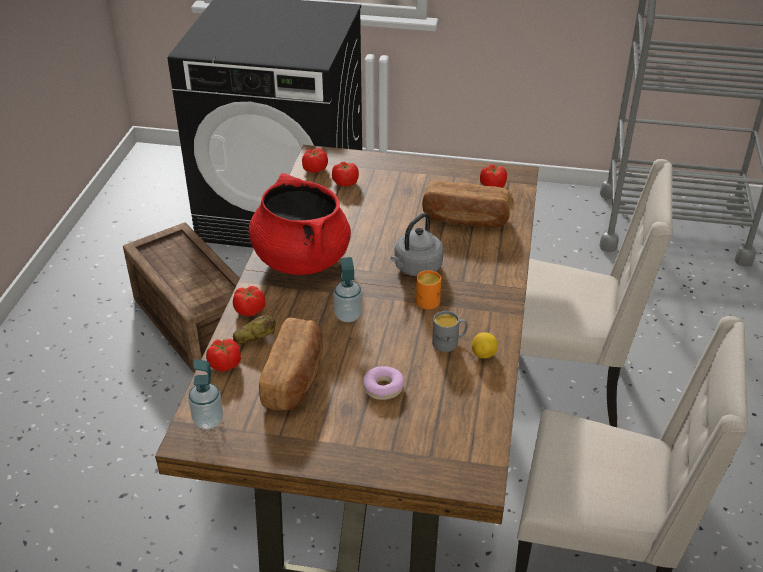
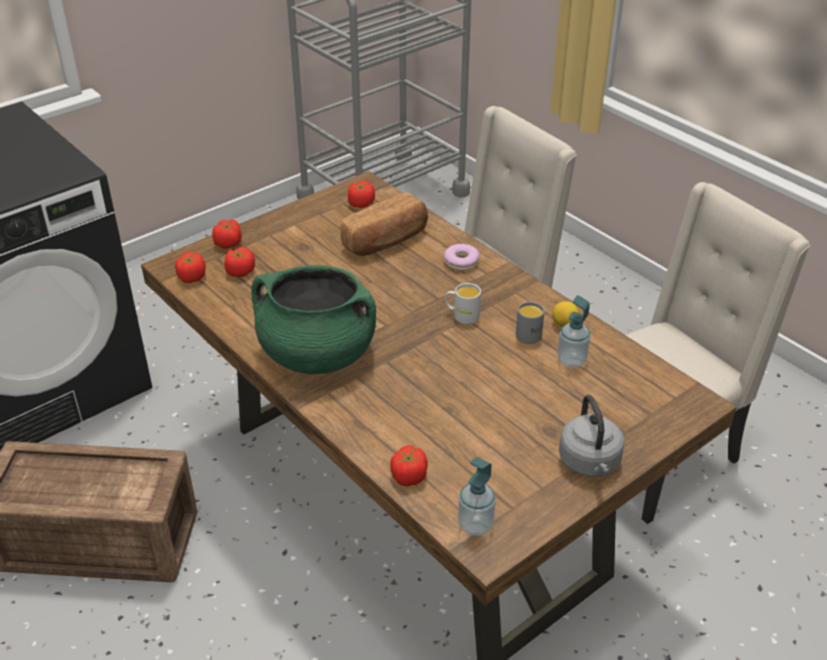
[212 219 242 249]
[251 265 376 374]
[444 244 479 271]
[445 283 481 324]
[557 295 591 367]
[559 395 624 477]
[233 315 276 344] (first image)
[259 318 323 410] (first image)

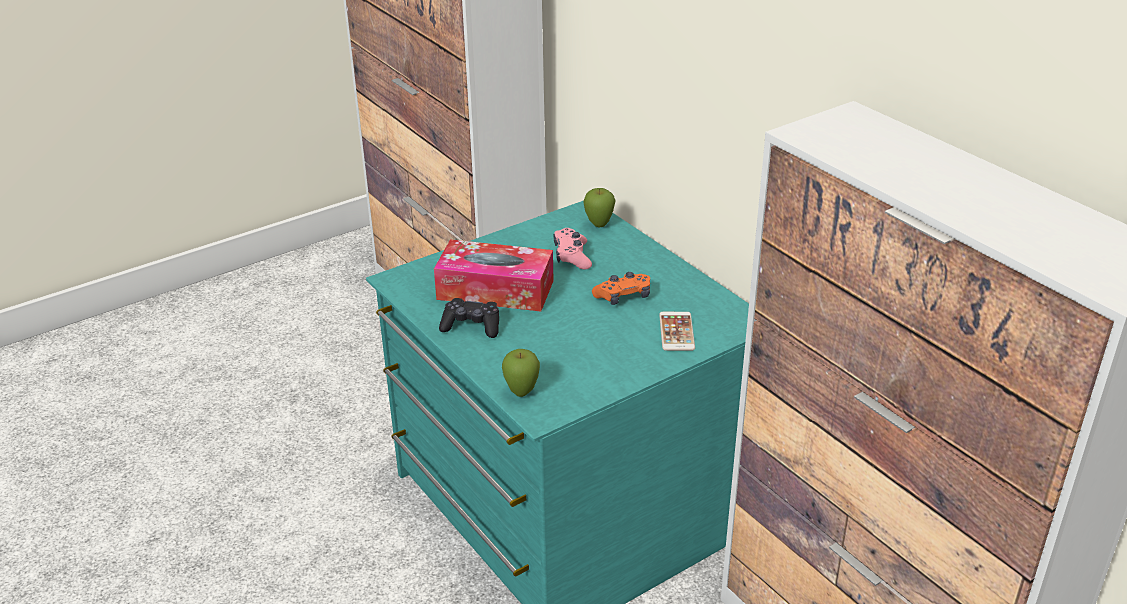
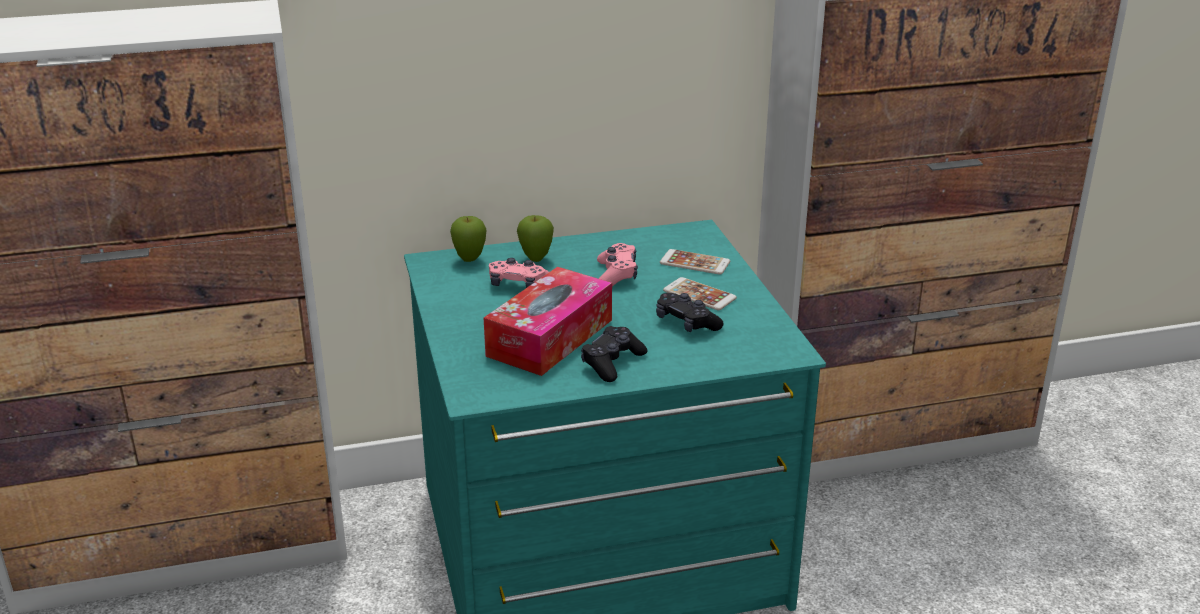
[517 215 554 262]
[597 243 638 286]
[656 293 724 332]
[663 277 737 310]

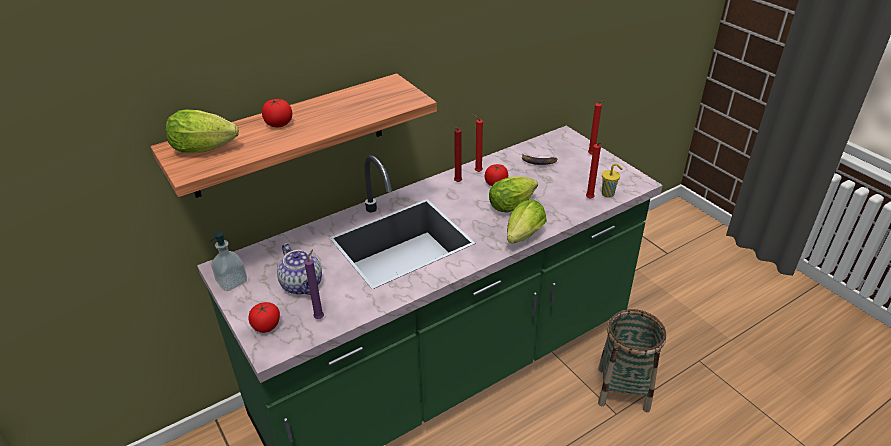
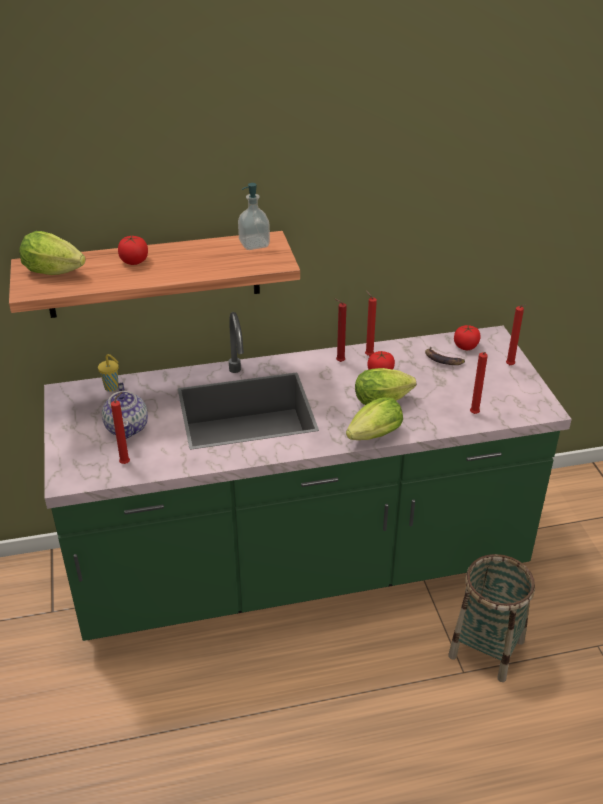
[98 354 119 392]
[111 392 130 464]
[238 183 270 250]
[454 325 481 350]

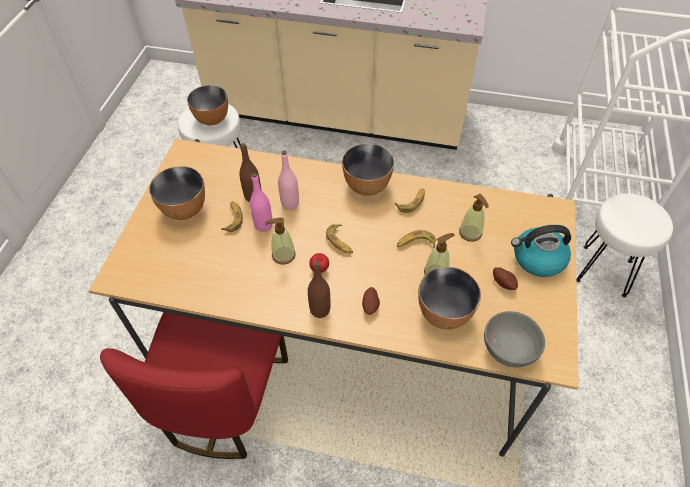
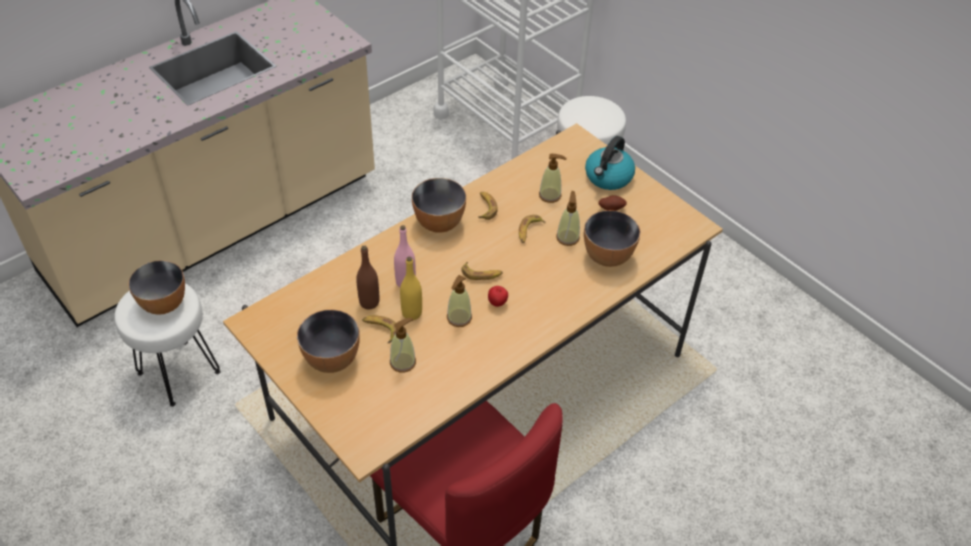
[390 318 416 373]
[400 257 422 320]
[308 261 331 318] (first image)
[362 287 380 315] (first image)
[484 311 545 367] (first image)

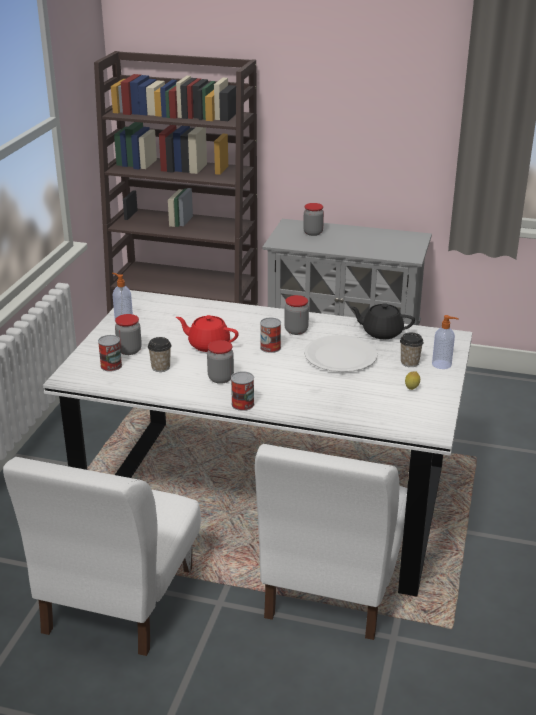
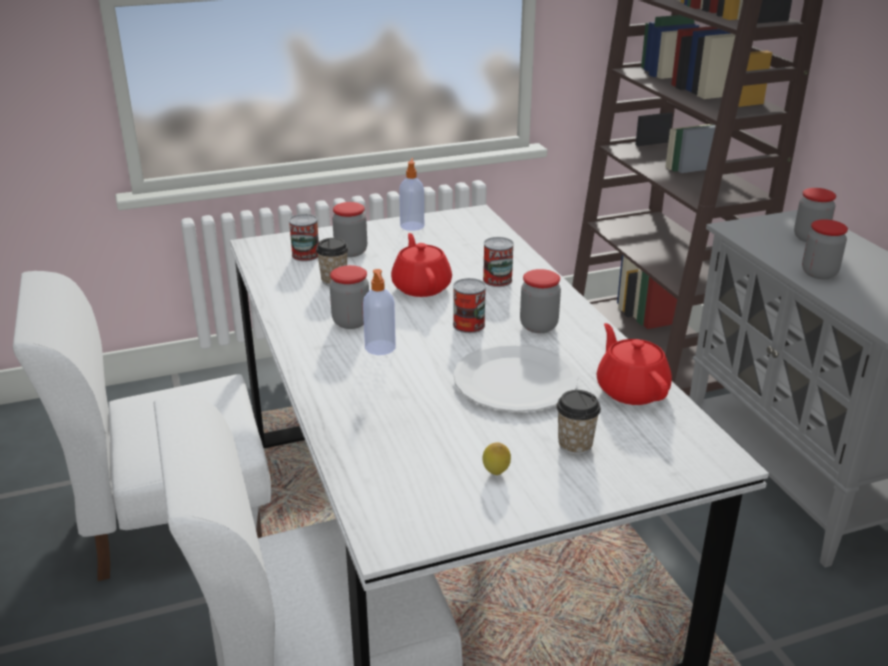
[363 269 396 355]
[483 237 514 287]
[596 323 672 405]
[802 219 848 279]

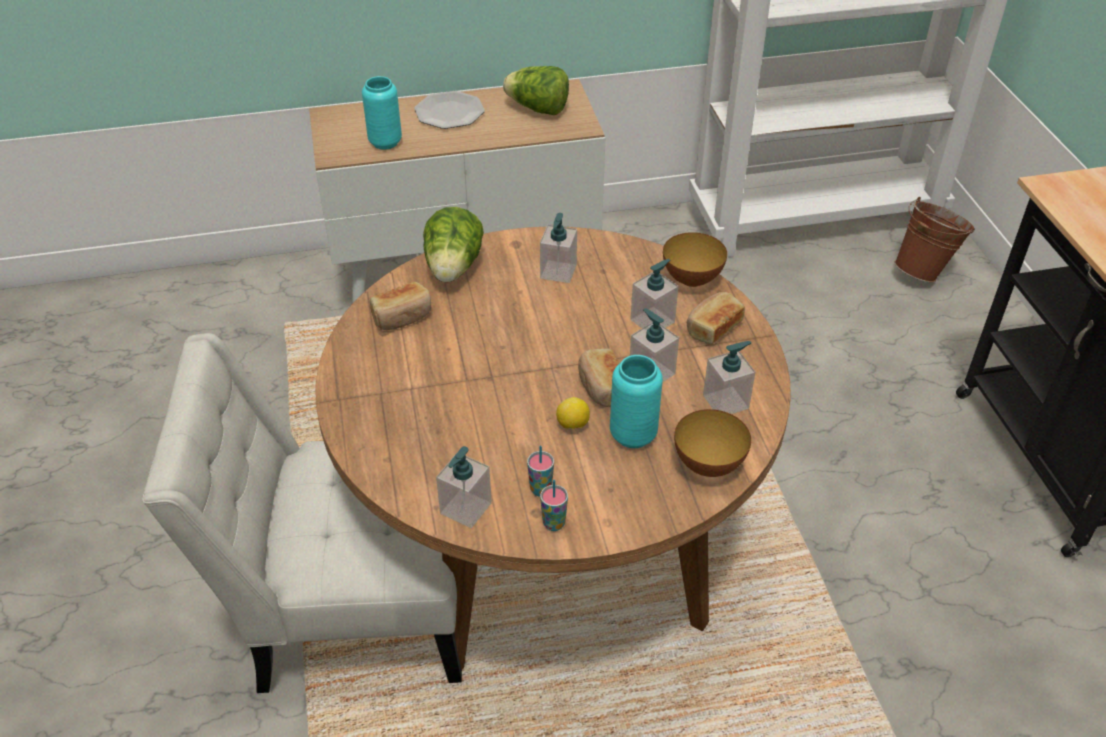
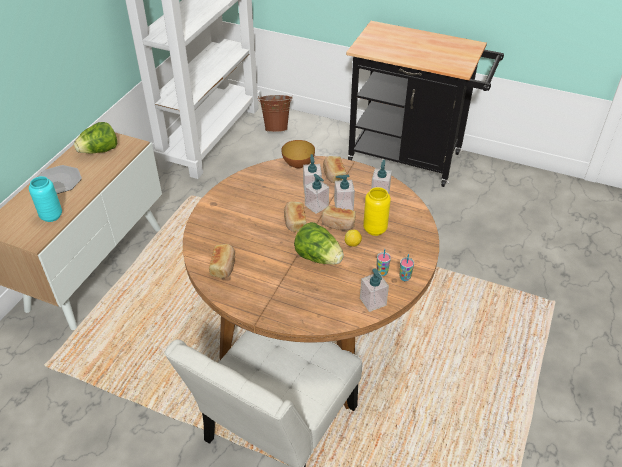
[284 202 307 232]
[294 222 344 265]
[305 174 329 214]
[363 187 391 236]
[674 409 751 477] (first image)

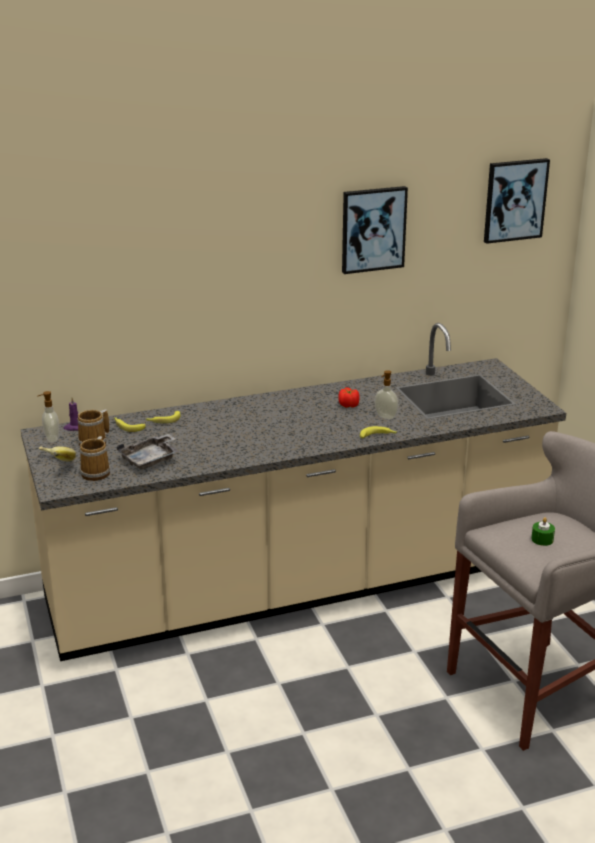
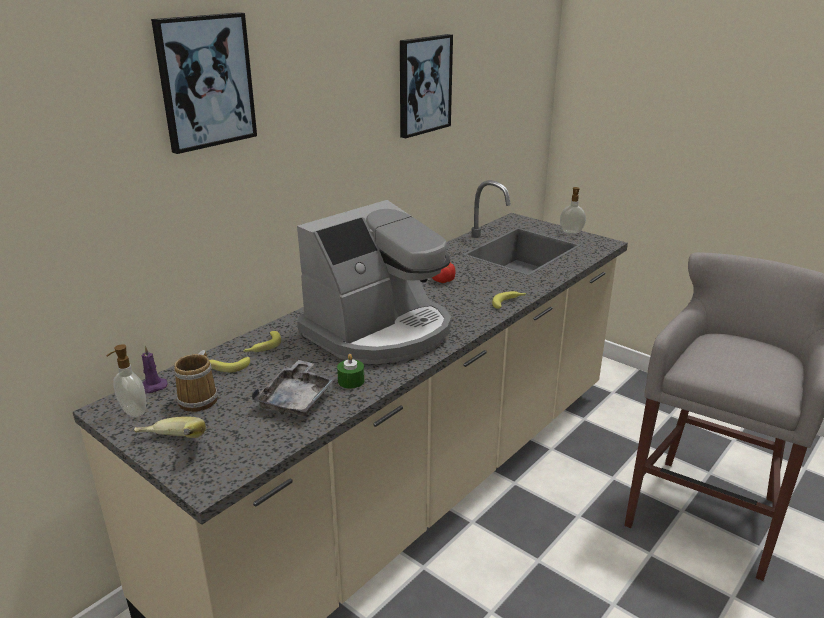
[151 12 257 154]
[297 200 451 364]
[337 354 364 389]
[560 187 586 233]
[80 436 110 481] (first image)

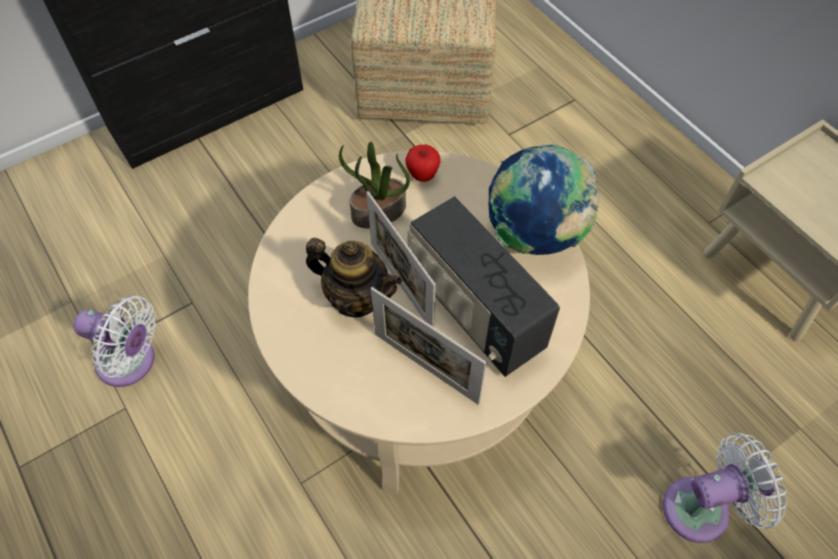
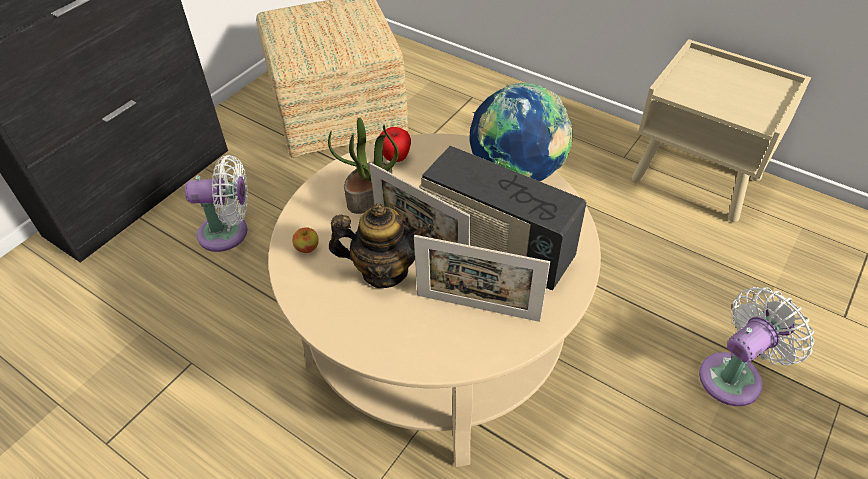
[185 155 248 252]
[292 227 319 253]

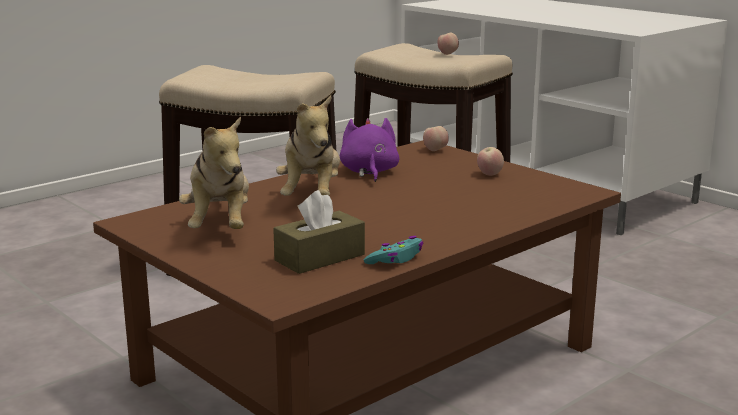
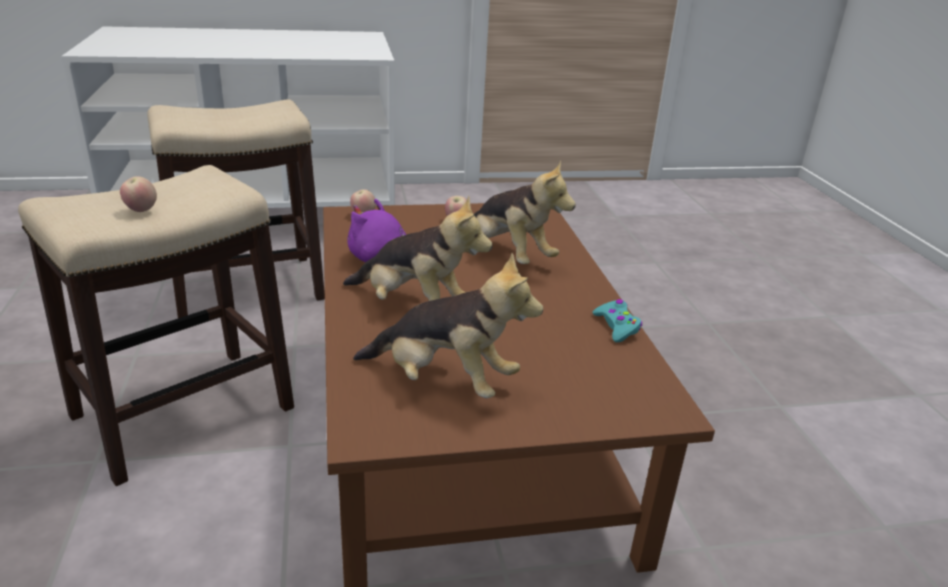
[120 176 157 212]
[474 160 576 264]
[273 190 365 274] (first image)

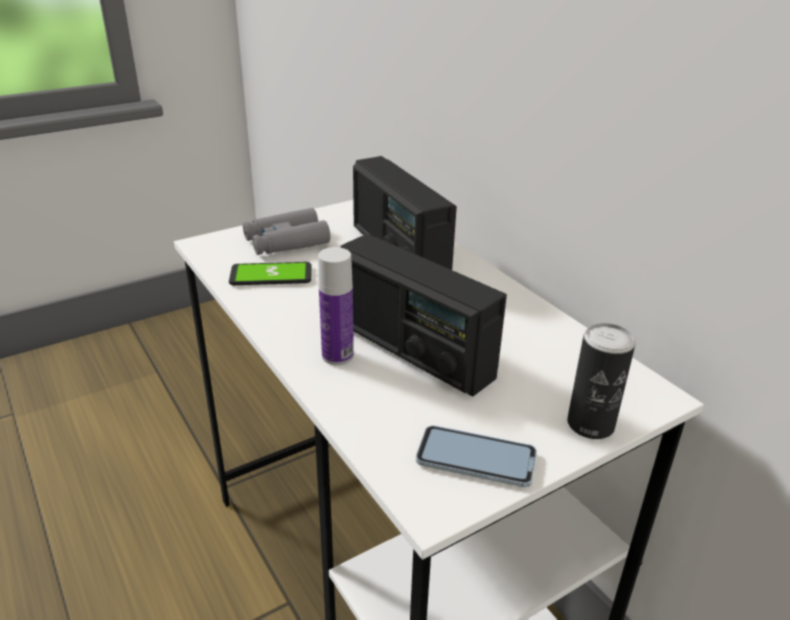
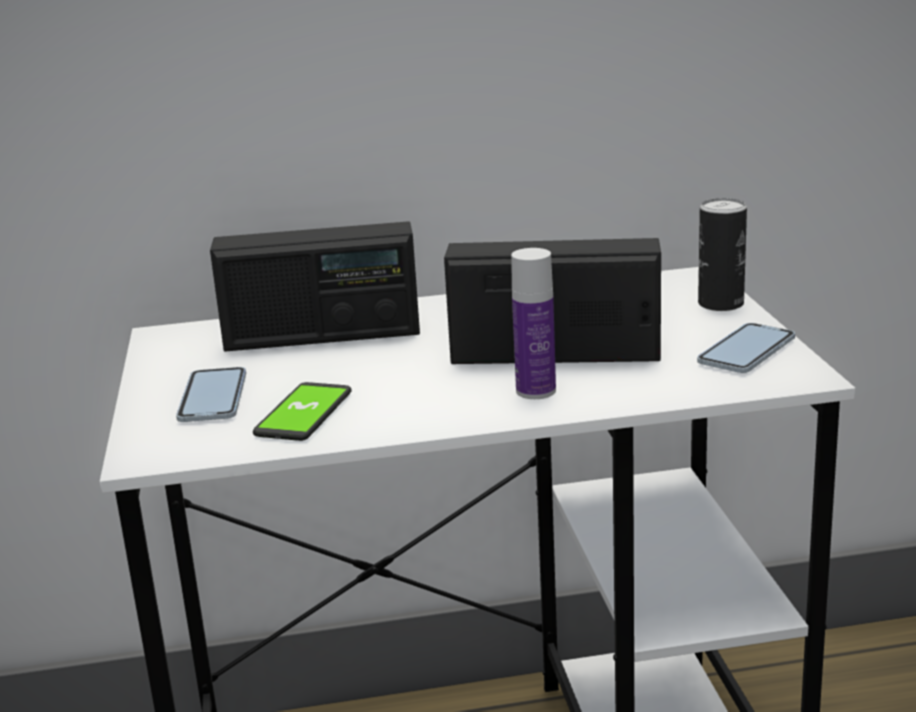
[176 367 246 422]
[444 238 661 364]

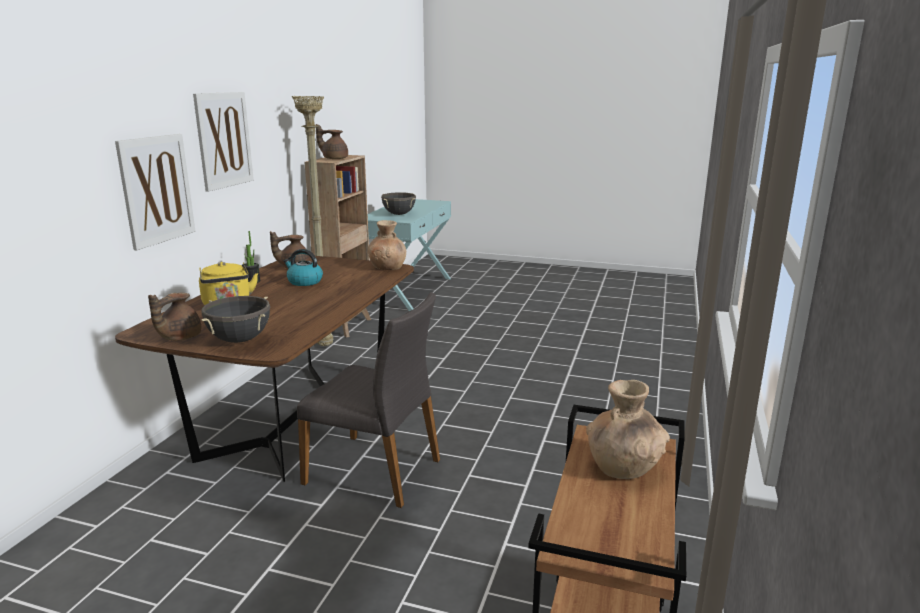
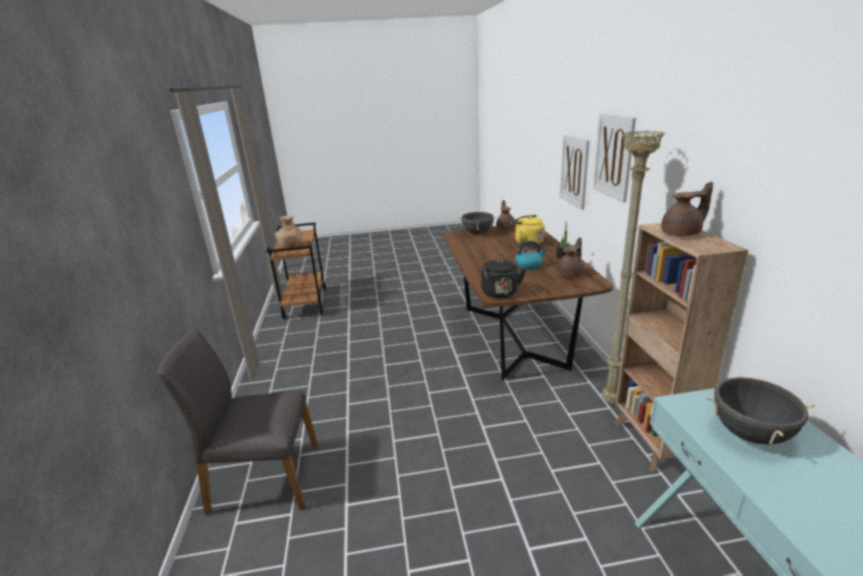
[157 329 318 516]
[481 260 526 298]

